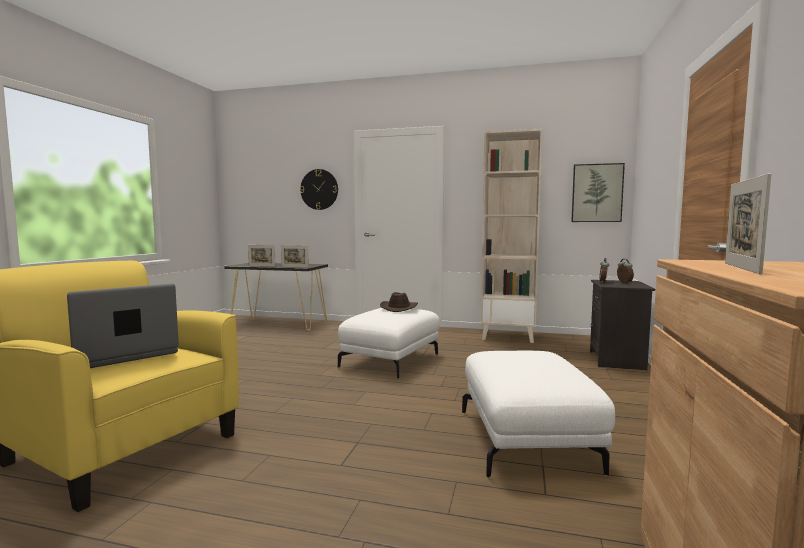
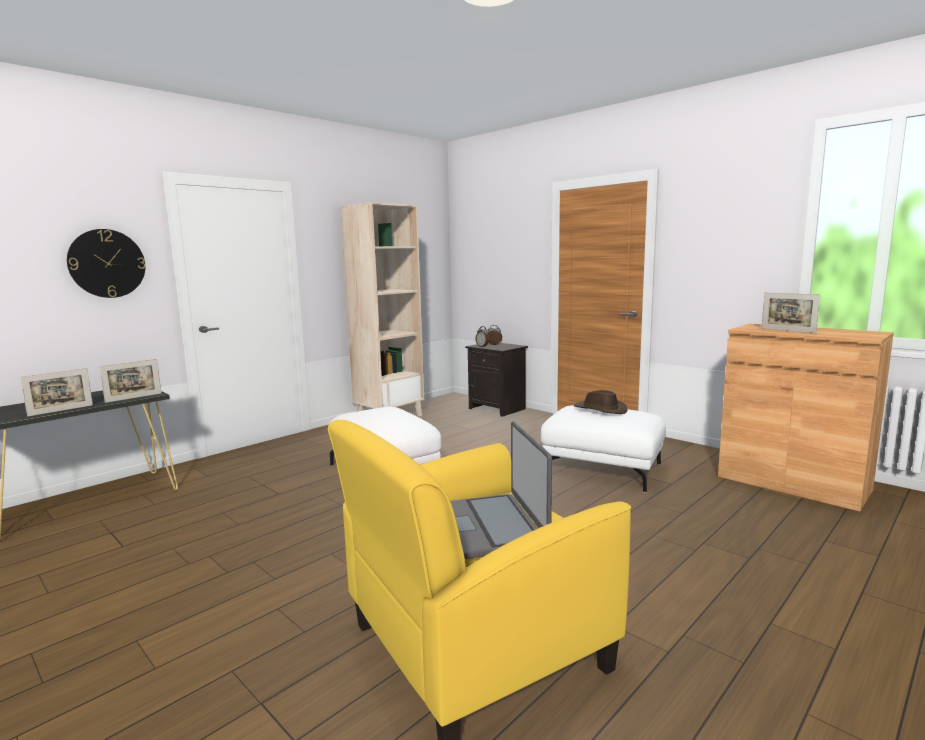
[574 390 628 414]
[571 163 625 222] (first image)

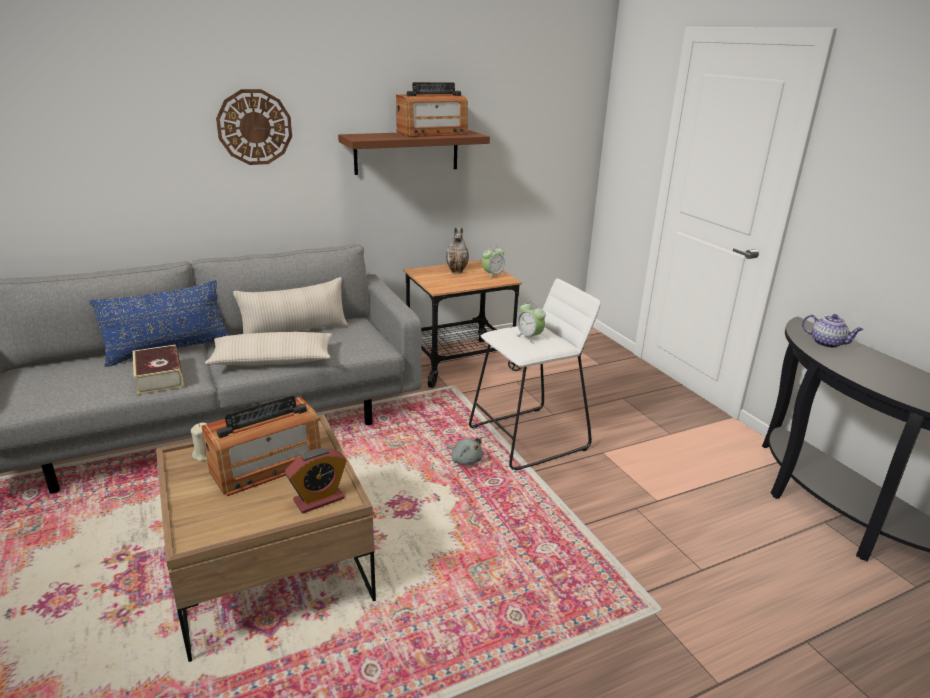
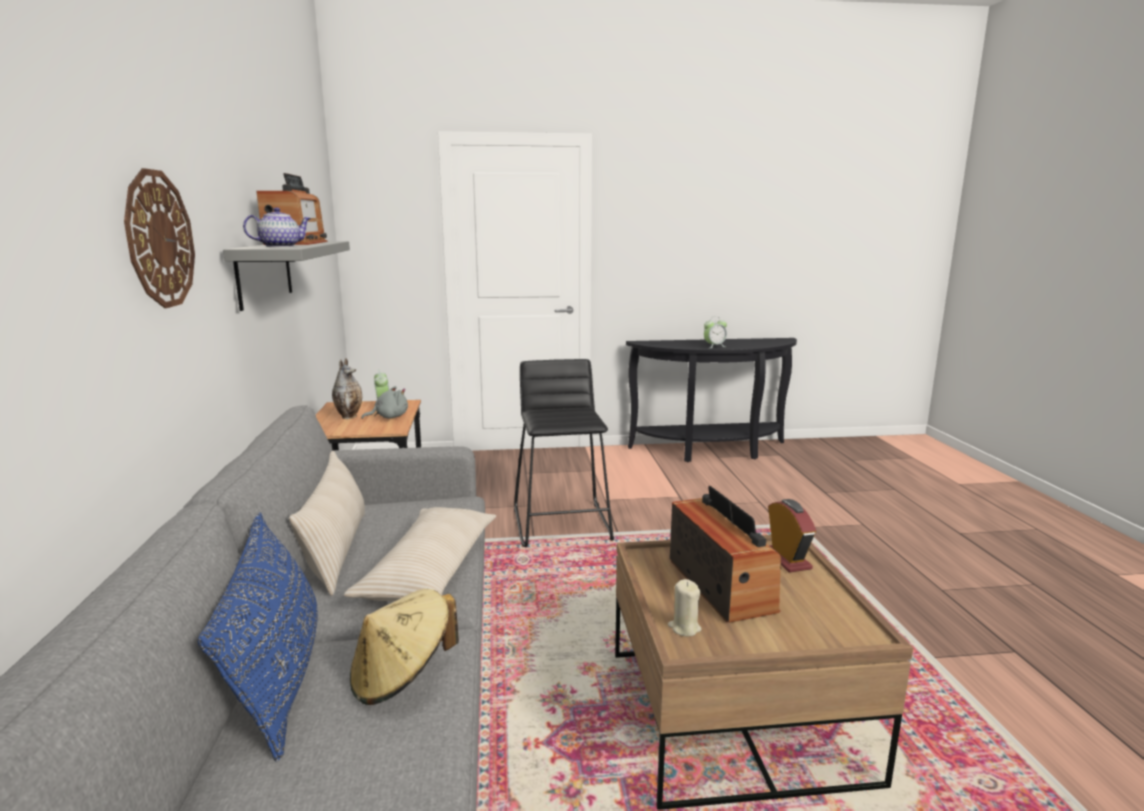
[223 241 350 311]
[243 207 311 247]
[350 589 459 705]
[361 386 408 419]
[514 359 614 547]
[704 316 727 348]

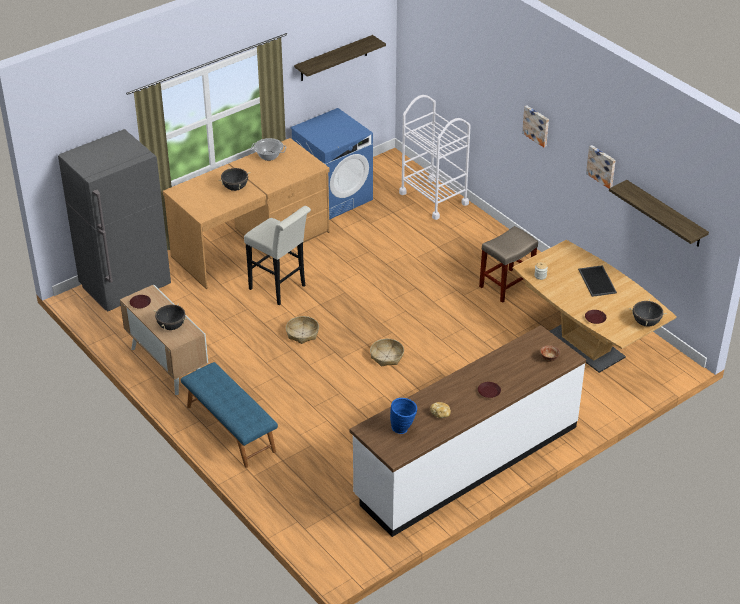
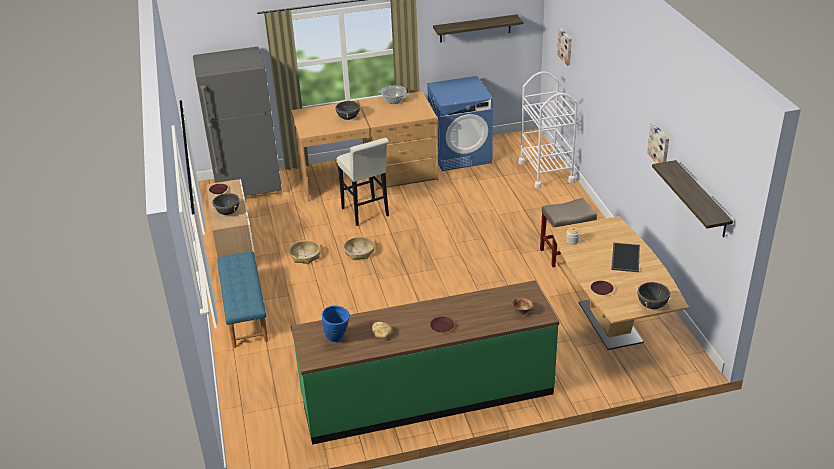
[289 241 320 264]
[291 280 559 445]
[557 28 572 66]

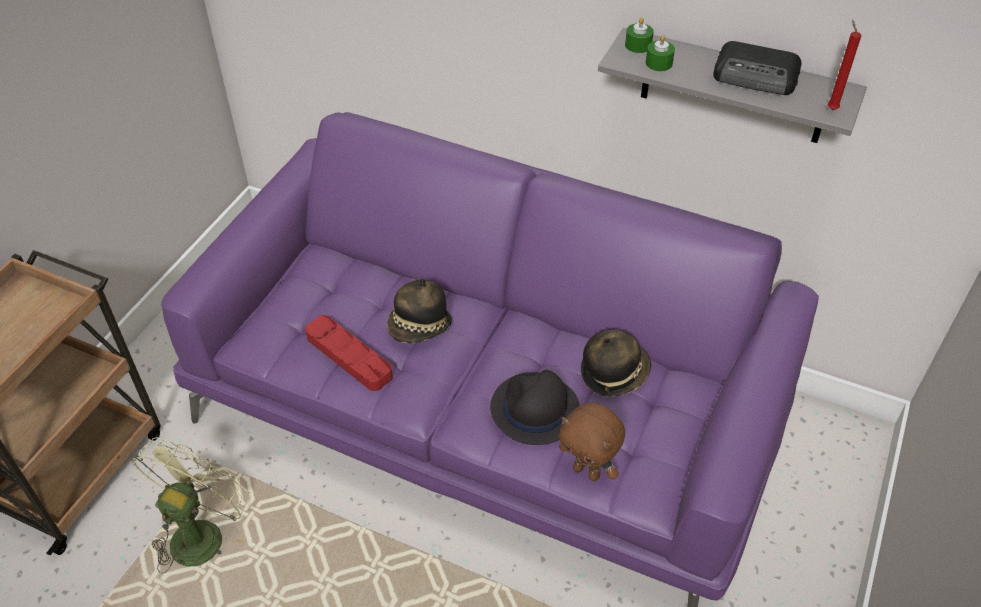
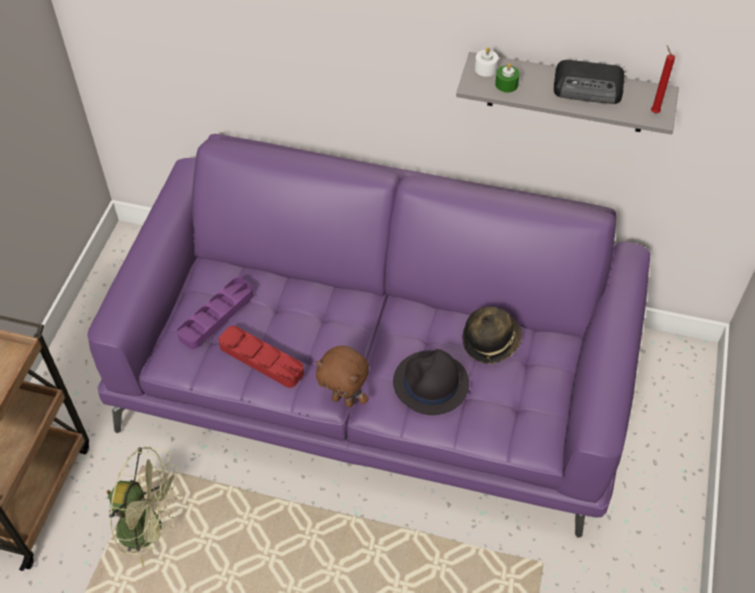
[107 447 181 567]
[177 277 253 349]
[316 345 369 407]
[475 47 499 77]
[387 278 452 343] (first image)

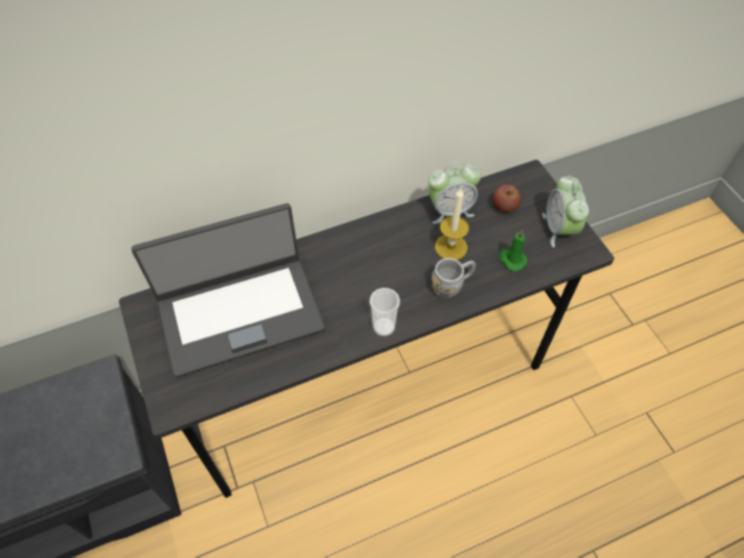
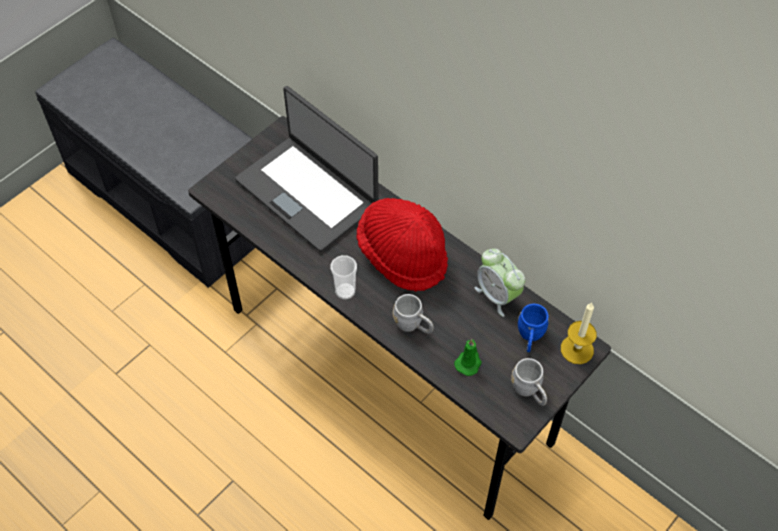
[357 198 448 291]
[511 358 547 406]
[518 304 549 352]
[561 303 597 364]

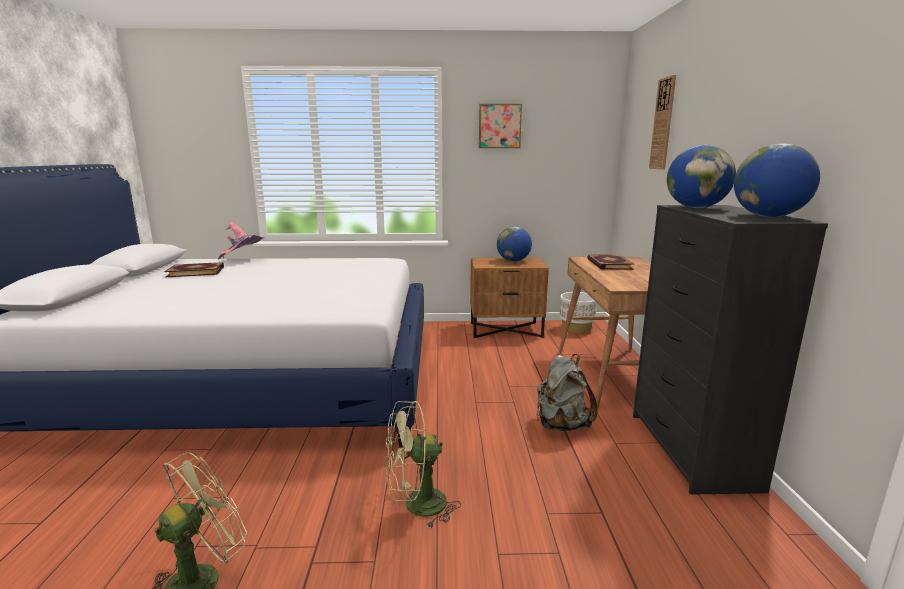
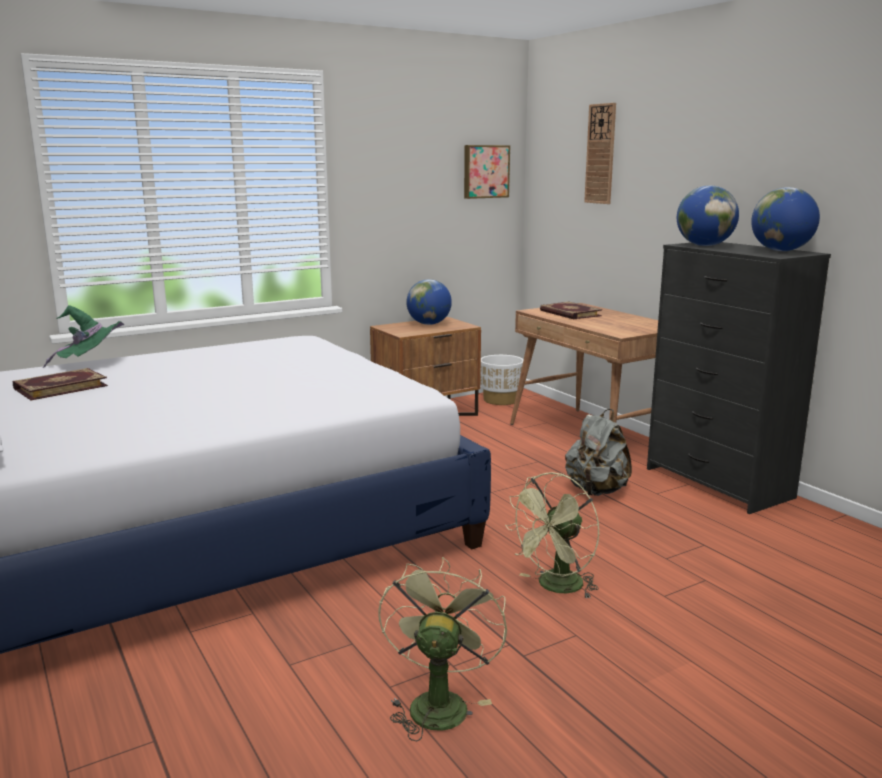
[43 305 125 368]
[464 145 510 199]

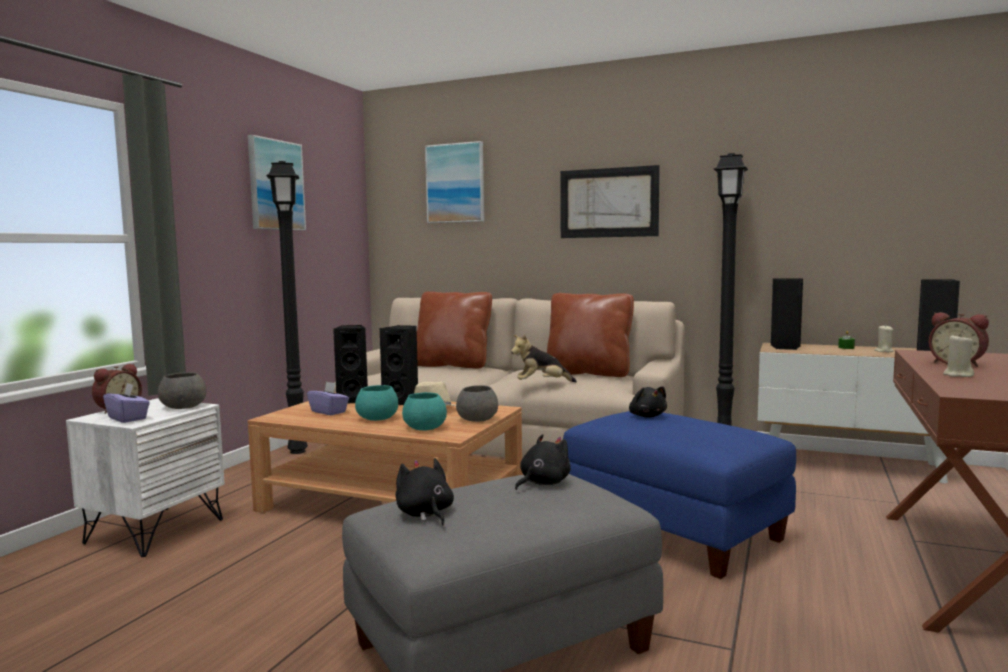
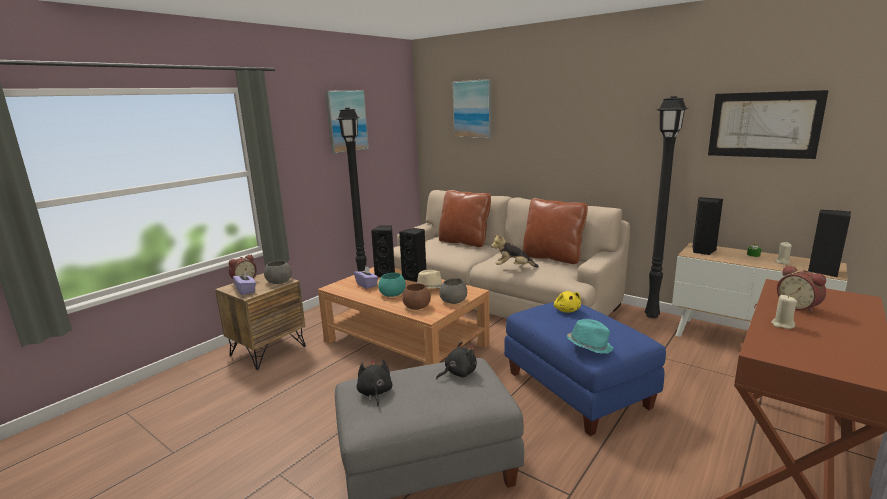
[215 273 306 370]
[402 283 431 310]
[554 291 581 313]
[567 319 613 354]
[708 90 829 159]

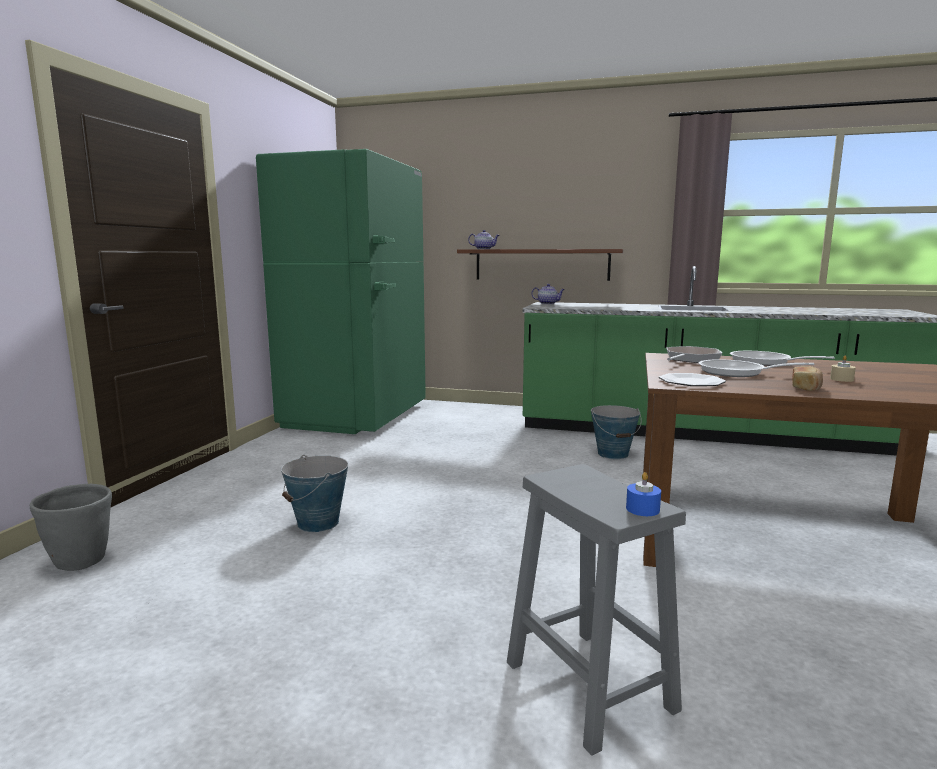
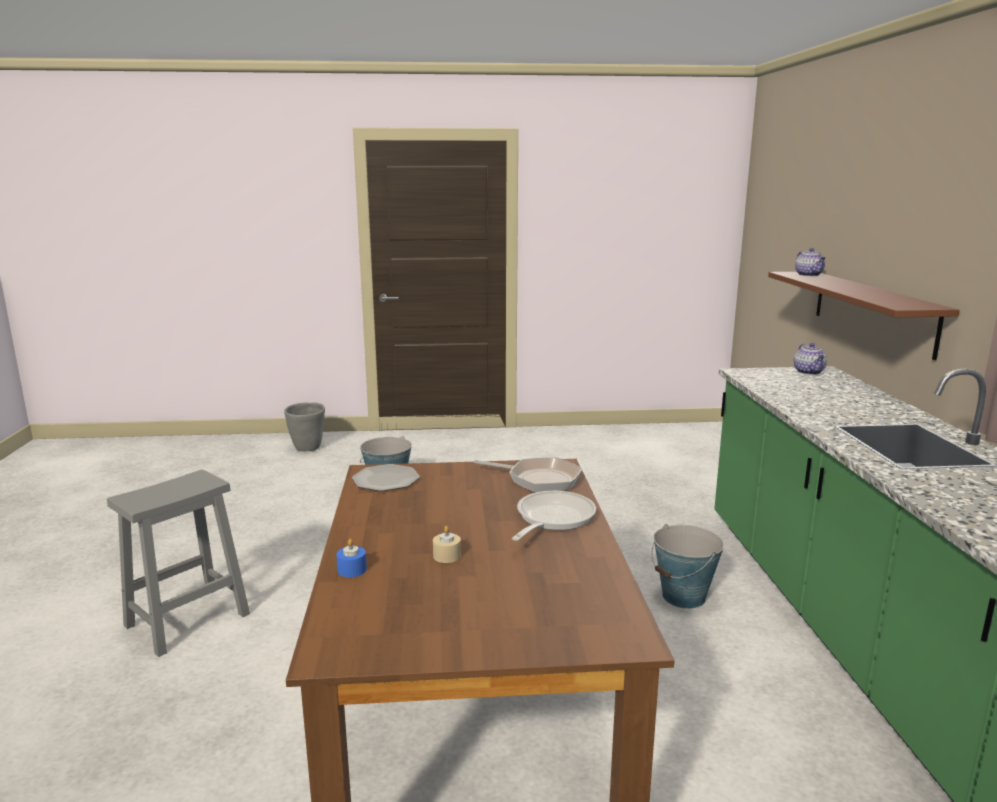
[336 539 367 577]
[256 149 426 434] (first image)
[699 359 815 377] (first image)
[792 366 823 391] (first image)

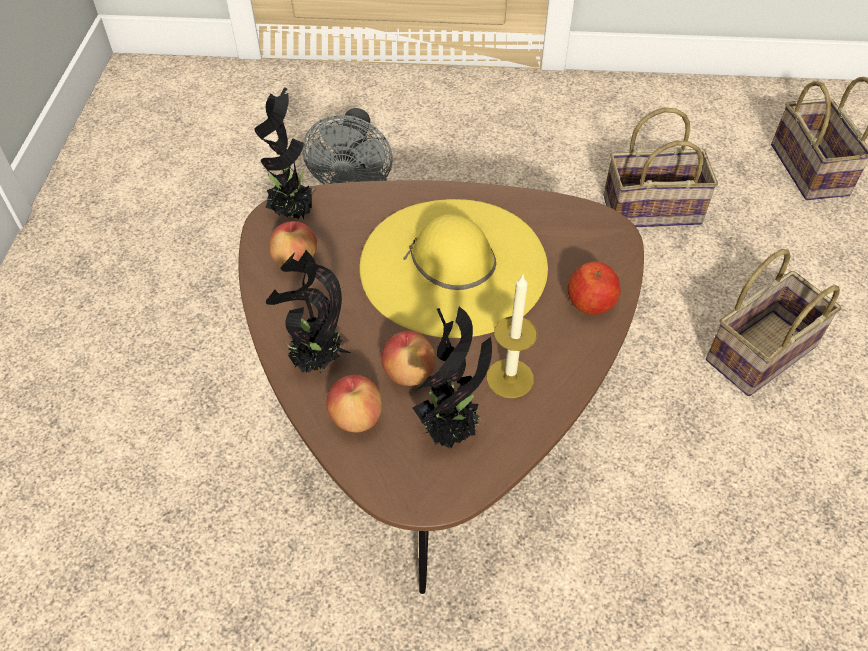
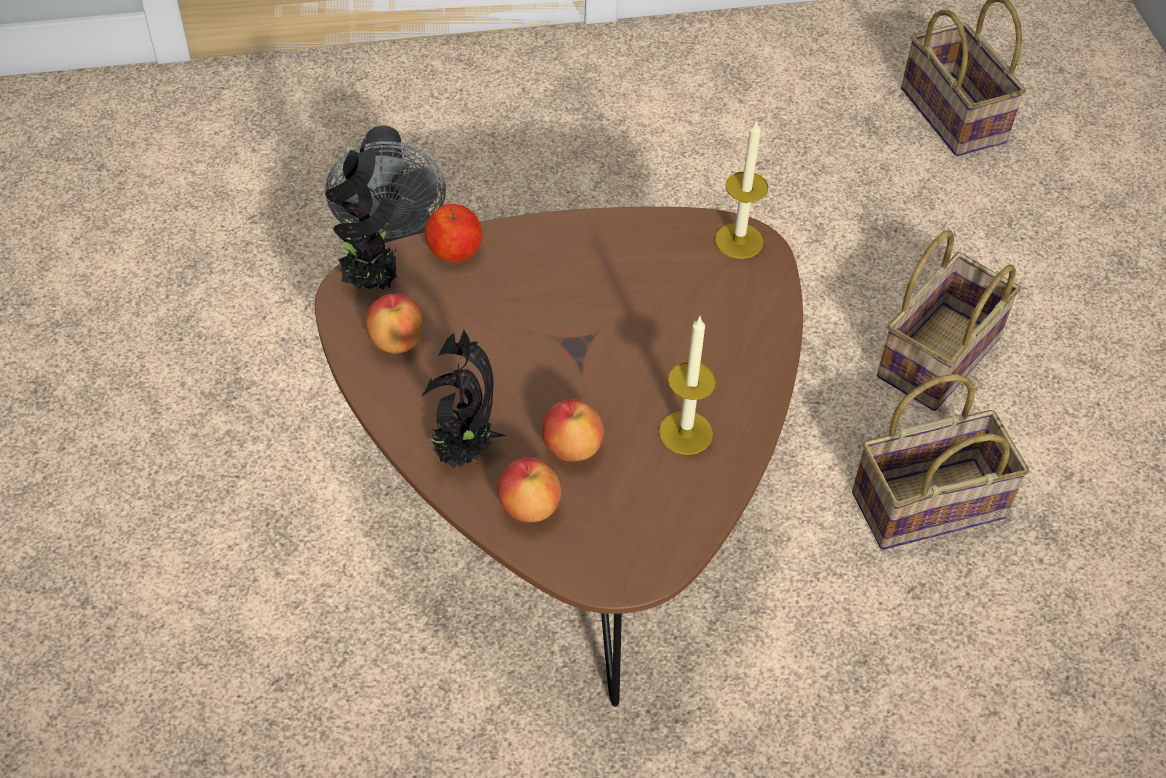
[425 204 483 263]
[715 119 769 259]
[852 373 1029 550]
[360 199 548 338] (first image)
[413 306 492 449] (first image)

